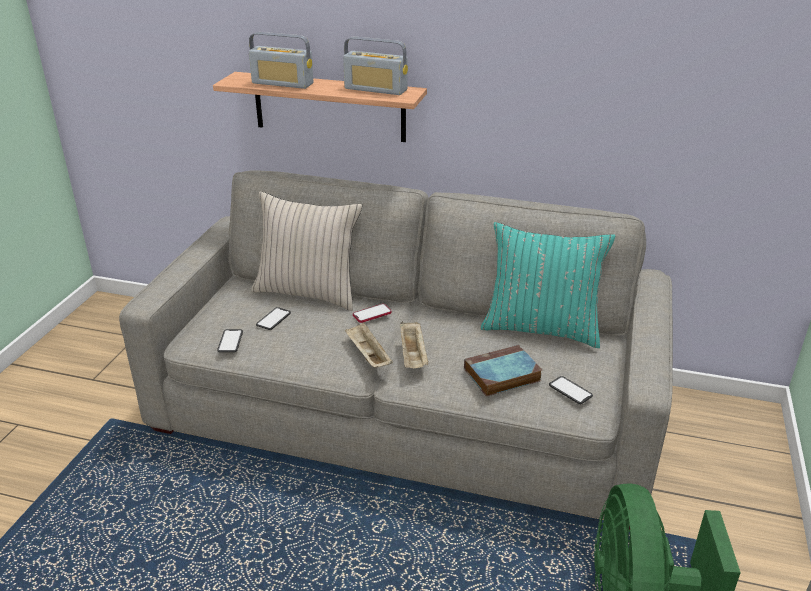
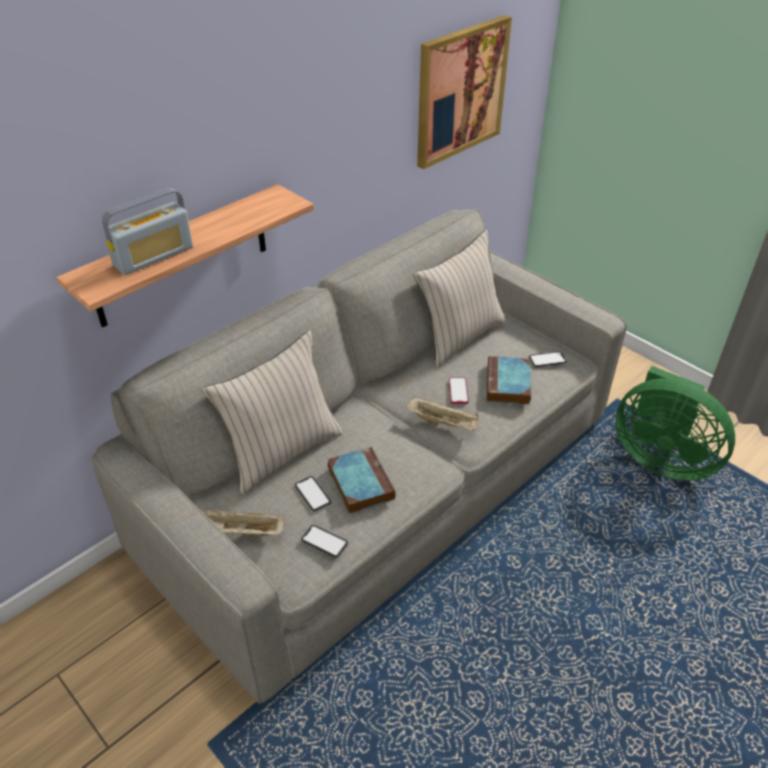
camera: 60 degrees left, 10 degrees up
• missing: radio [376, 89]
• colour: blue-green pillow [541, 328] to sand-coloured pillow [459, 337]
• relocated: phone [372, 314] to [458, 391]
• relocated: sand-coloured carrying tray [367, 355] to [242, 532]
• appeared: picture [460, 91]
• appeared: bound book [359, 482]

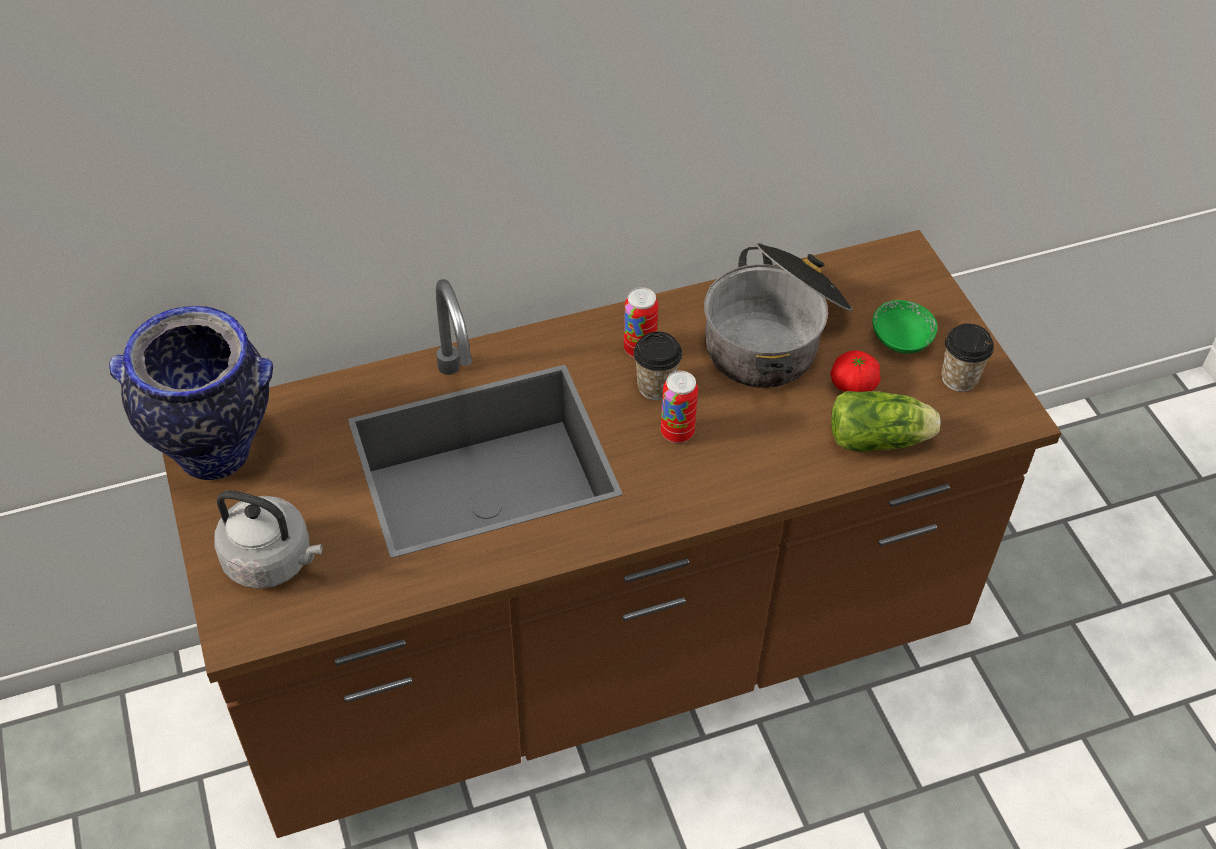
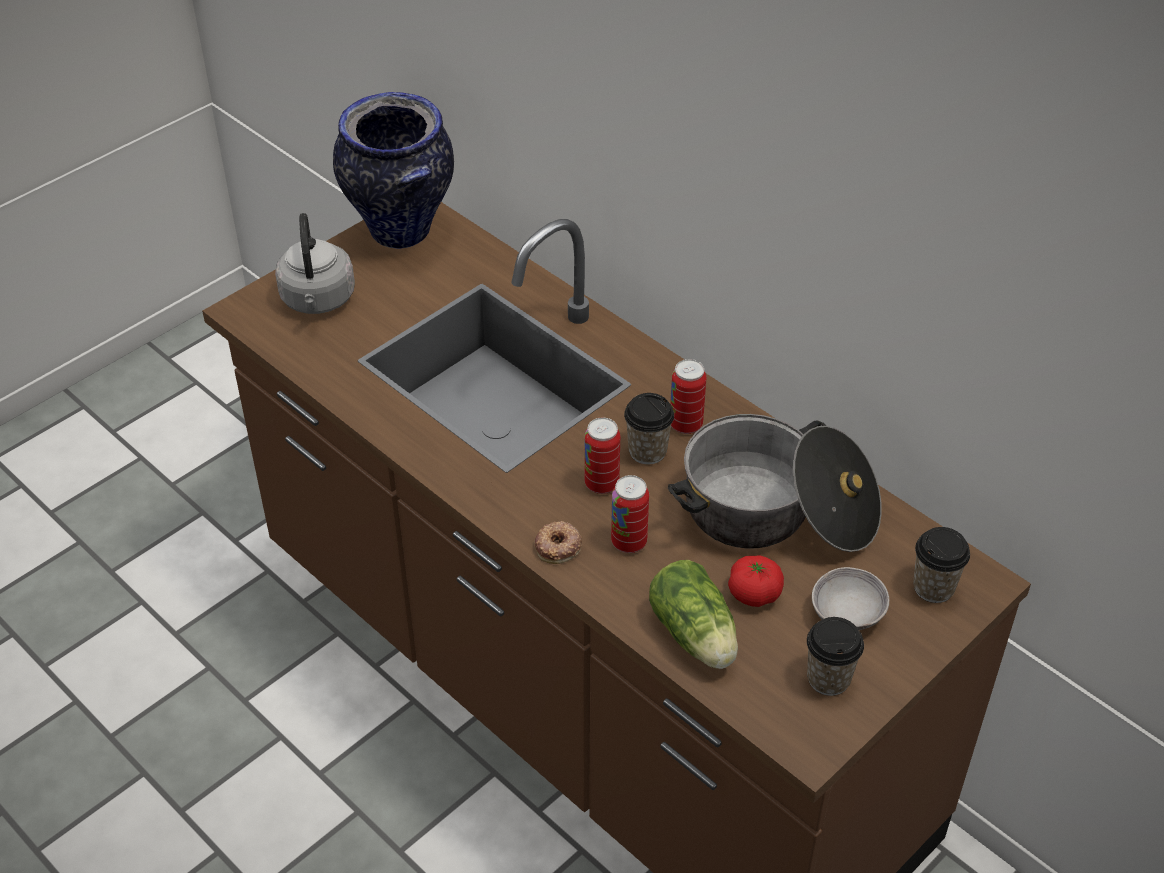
camera: 65 degrees right, 5 degrees down
• colour: green deep dish [901, 340] to greyish deep dish [847, 614]
• appeared: metal can [629, 542]
• appeared: doughnut [558, 546]
• appeared: small cup [933, 587]

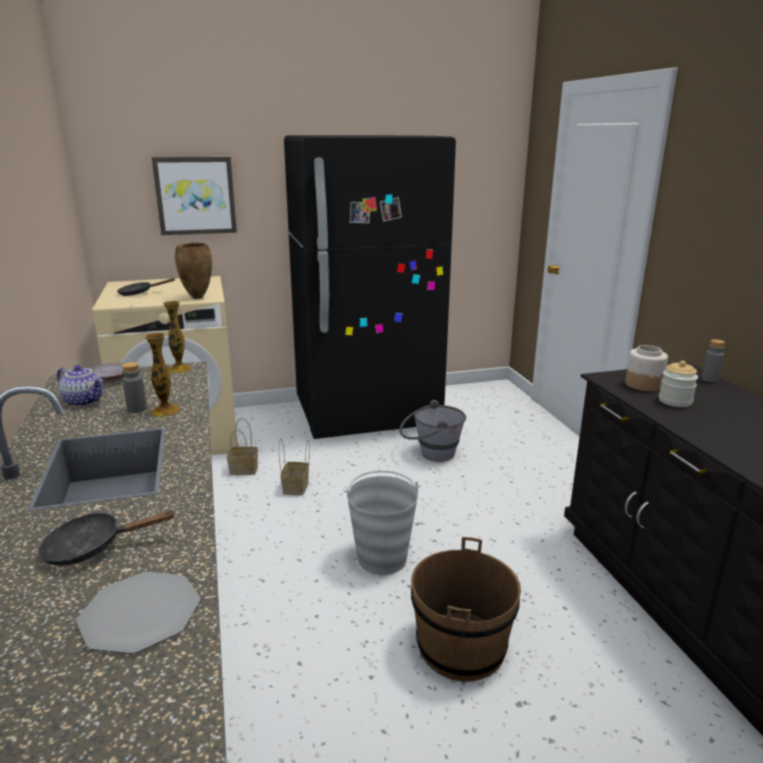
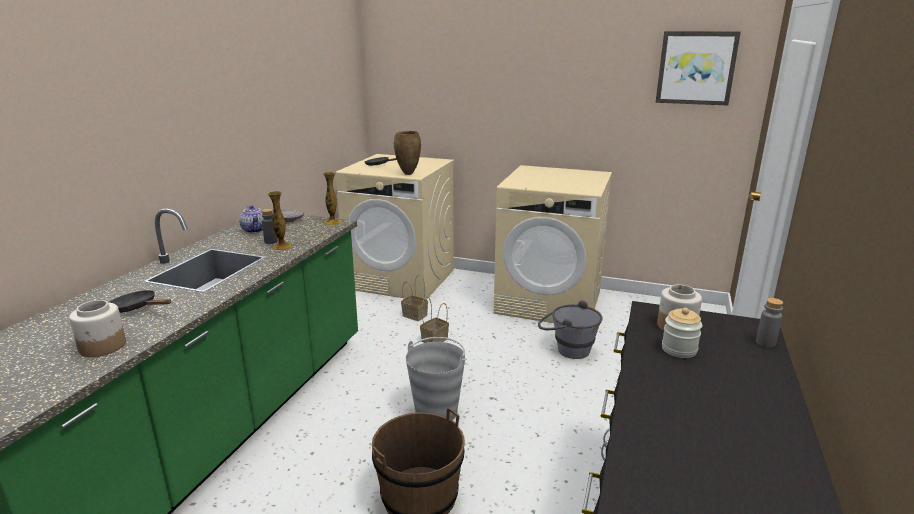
camera: 35 degrees right, 0 degrees up
• exchanged: black refrigerator [367, 415] to sand-coloured laundry appliance [549, 302]
• relocated: picture [195, 195] to [696, 68]
• exchanged: flat dish [140, 614] to storage jar [103, 346]

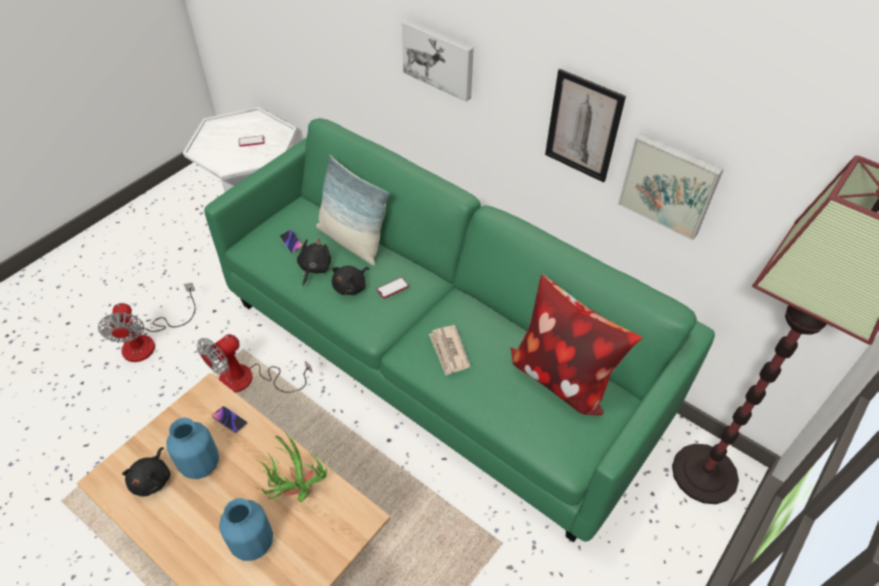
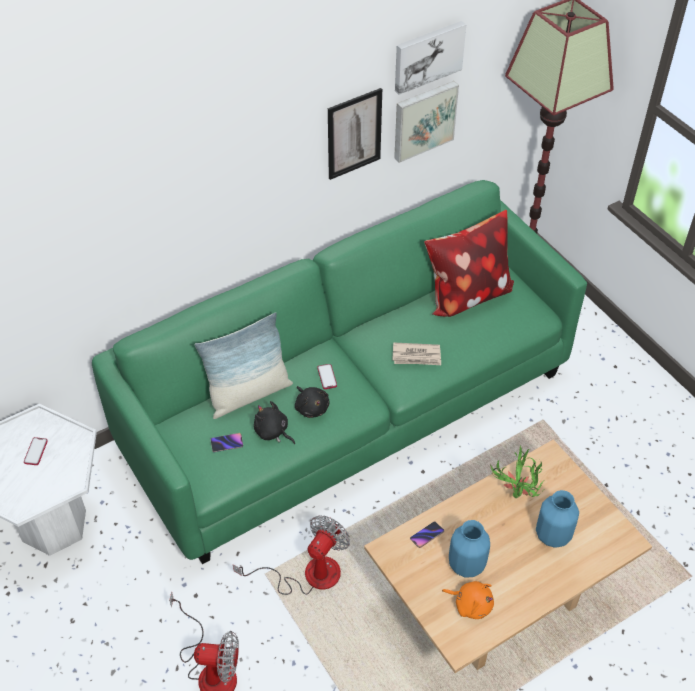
camera: 70 degrees left, 0 degrees up
• relocated: picture [439, 59] to [428, 56]
• spun: cooling fan [249, 380] = [308, 575] 120 degrees counterclockwise
• colour: black soft toy [152, 479] to orangey soft toy [471, 604]

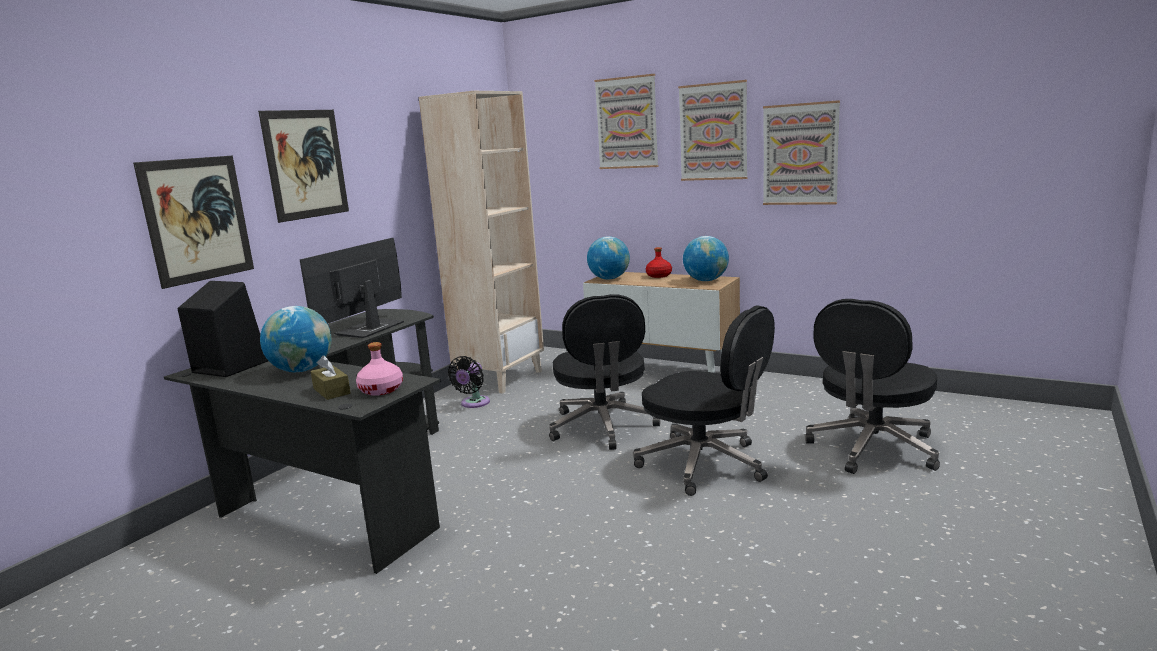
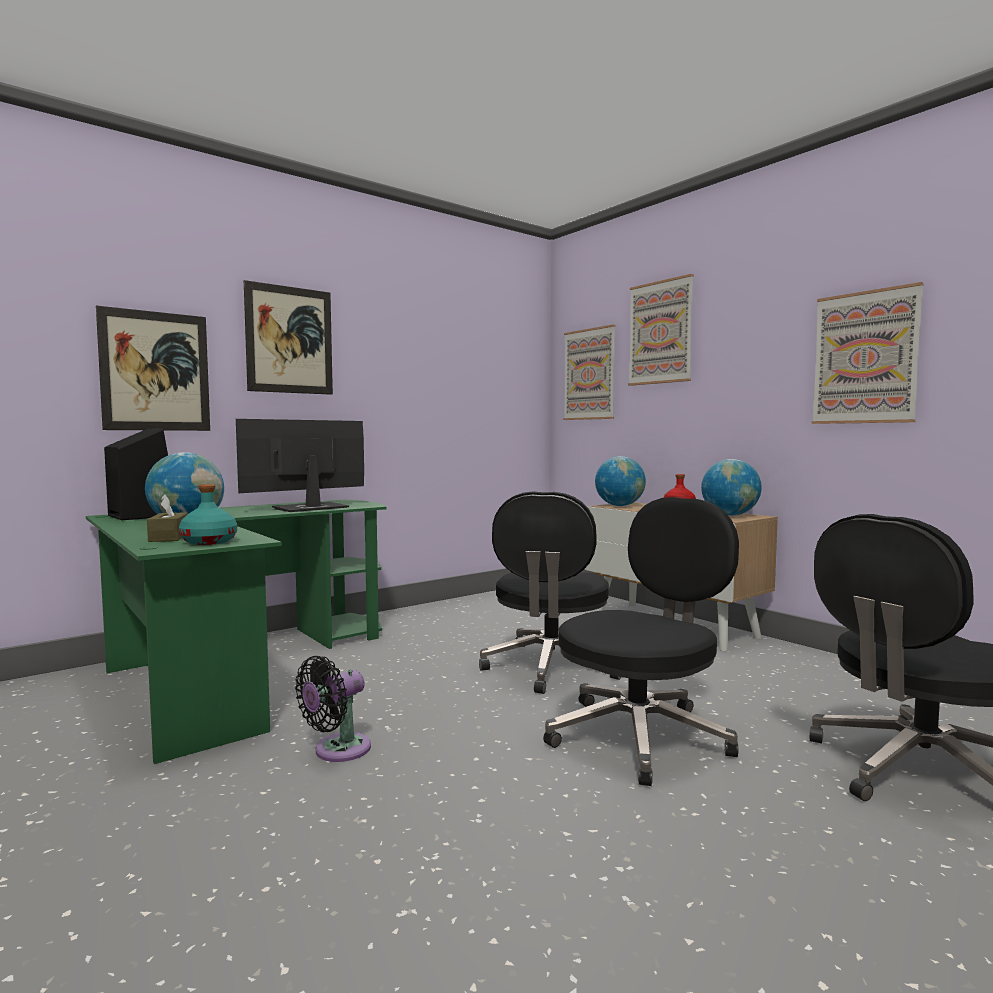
camera: 20 degrees right, 10 degrees down
• relocated: picture [713, 132] to [589, 374]
• missing: sand-coloured bookshelf [500, 378]
• spun: black desk chair [705, 464] = [641, 736] 105 degrees counterclockwise
• colour: black desk unit [344, 485] to green desk unit [237, 668]
• colour: pink-coloured bottle [381, 390] to blue-green bottle [209, 542]
• relocated: black cooling fan [473, 403] to [337, 750]

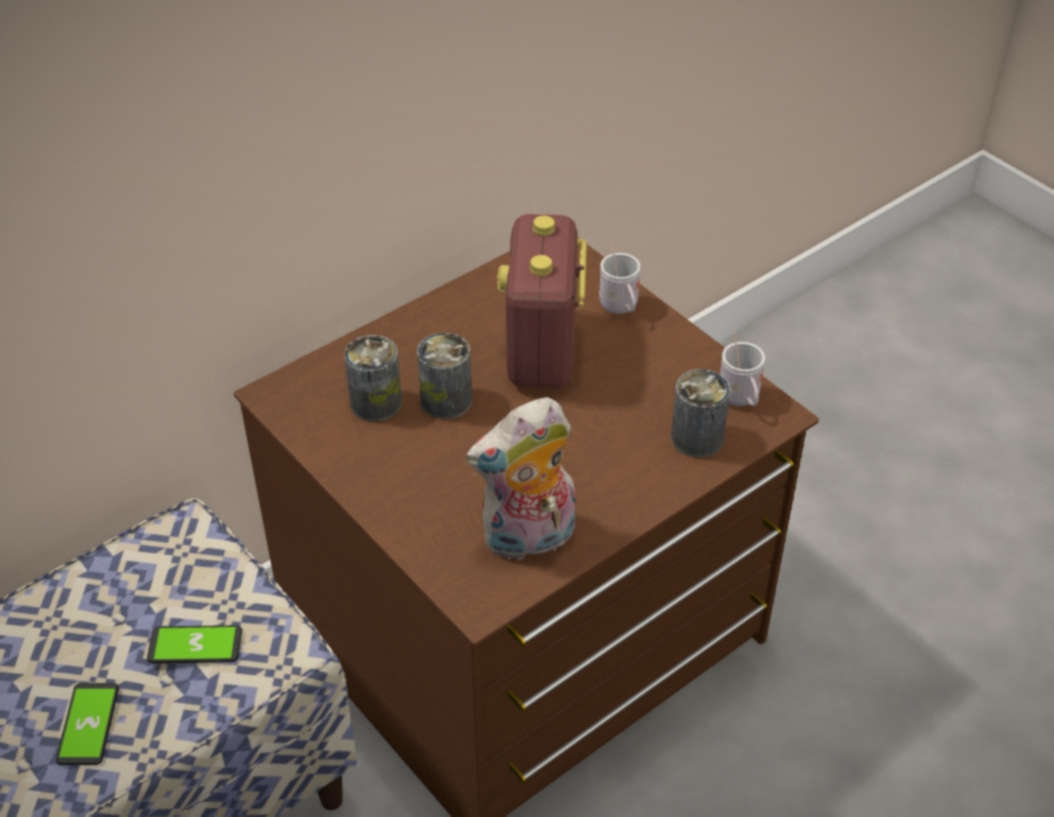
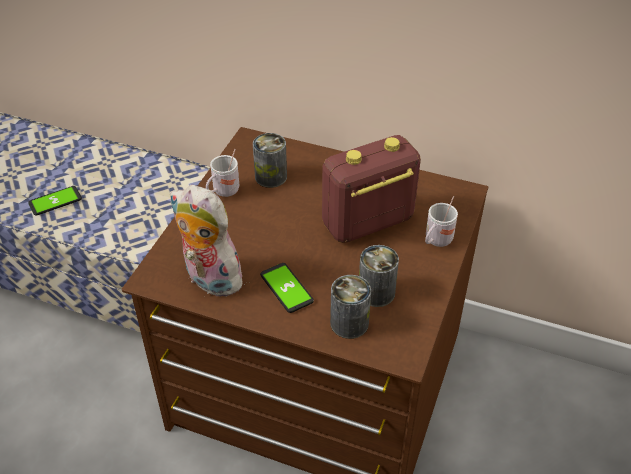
camera: 60 degrees right, 0 degrees up
• relocated: white-coloured coffee mug [740, 400] to [223, 192]
• relocated: metal can [446, 400] to [376, 292]
• relocated: phone [195, 646] to [286, 288]

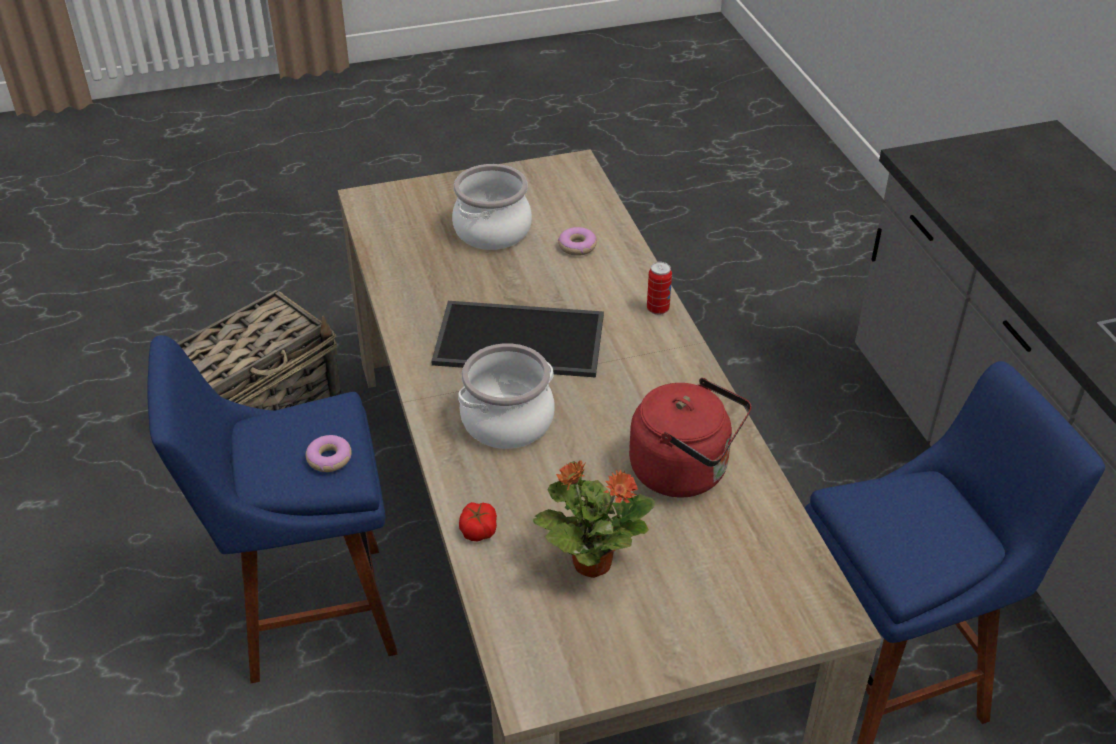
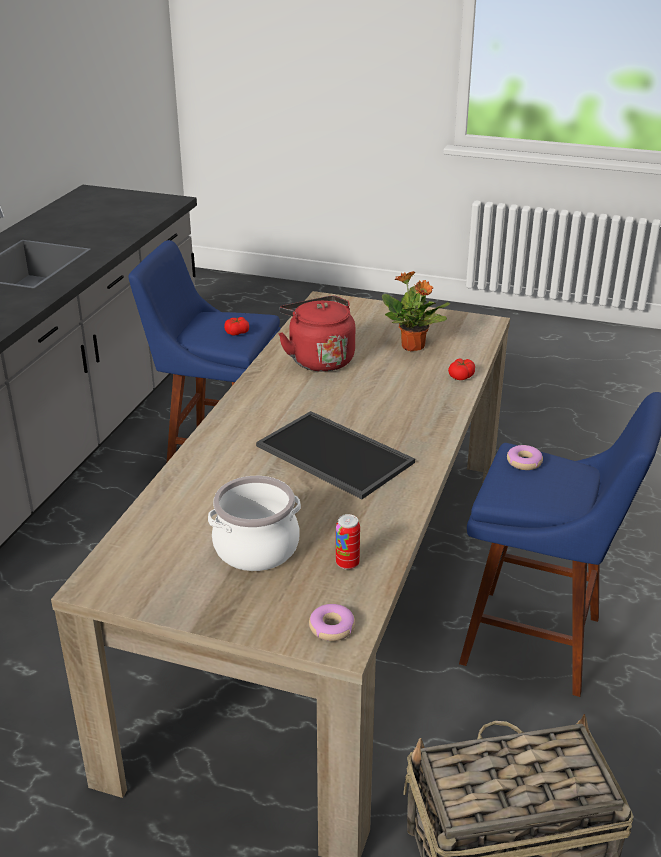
camera: 145 degrees left, 10 degrees down
• relocated: doughnut [577, 246] to [332, 628]
• relocated: metal can [658, 309] to [347, 563]
• missing: stockpot [507, 420]
• appeared: fresh tomato [237, 332]

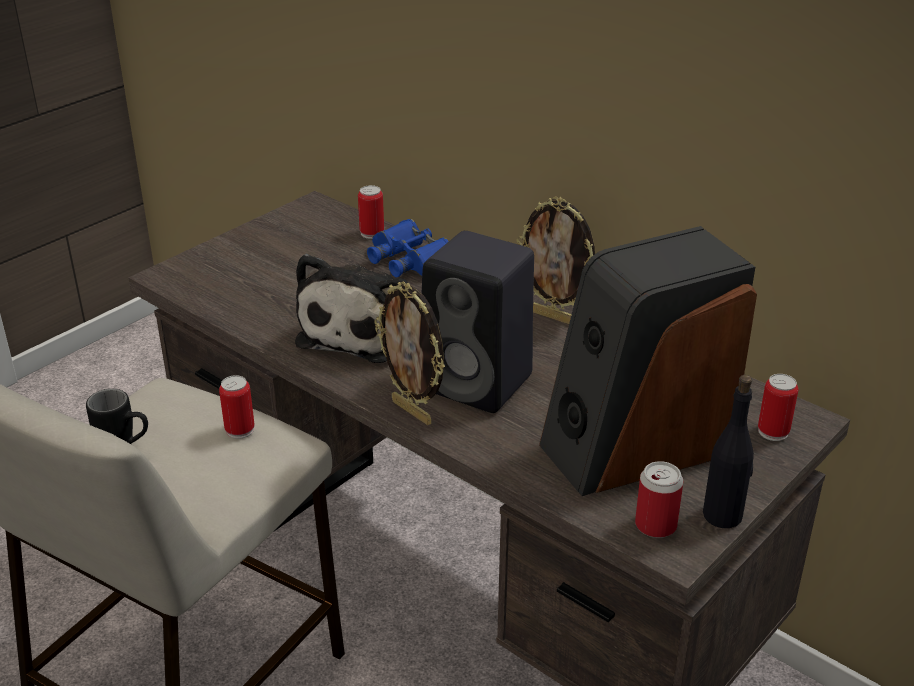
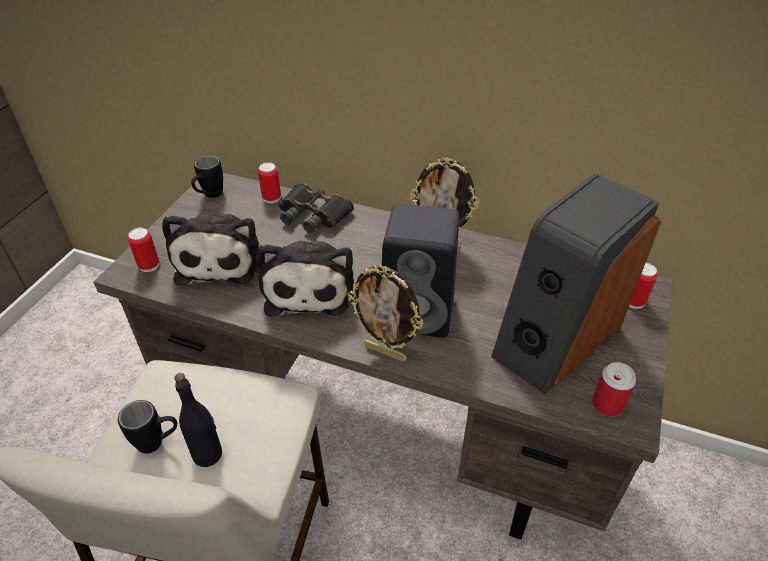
camera: 20 degrees left, 10 degrees up
• colour: bluish field glasses [412, 259] to black field glasses [313, 214]
• relocated: metal can [240, 430] to [149, 265]
• relocated: black bottle [723, 515] to [208, 454]
• appeared: black coffee mug [209, 196]
• appeared: soft toy [220, 259]

